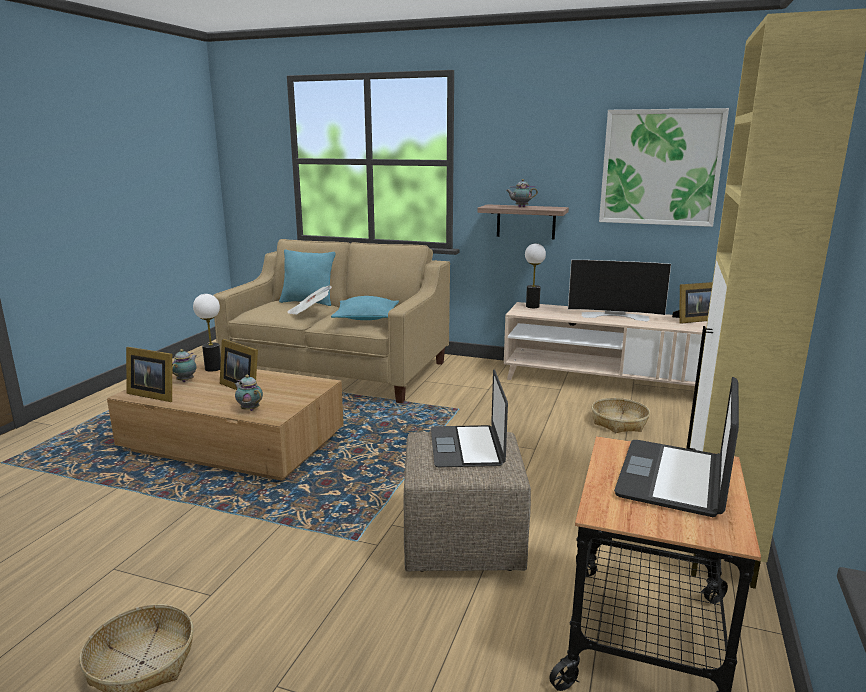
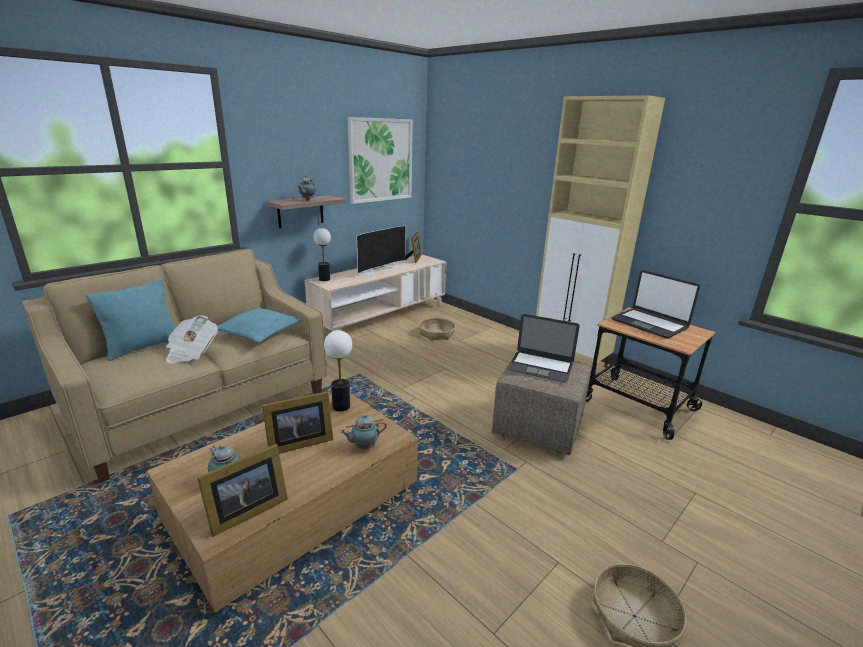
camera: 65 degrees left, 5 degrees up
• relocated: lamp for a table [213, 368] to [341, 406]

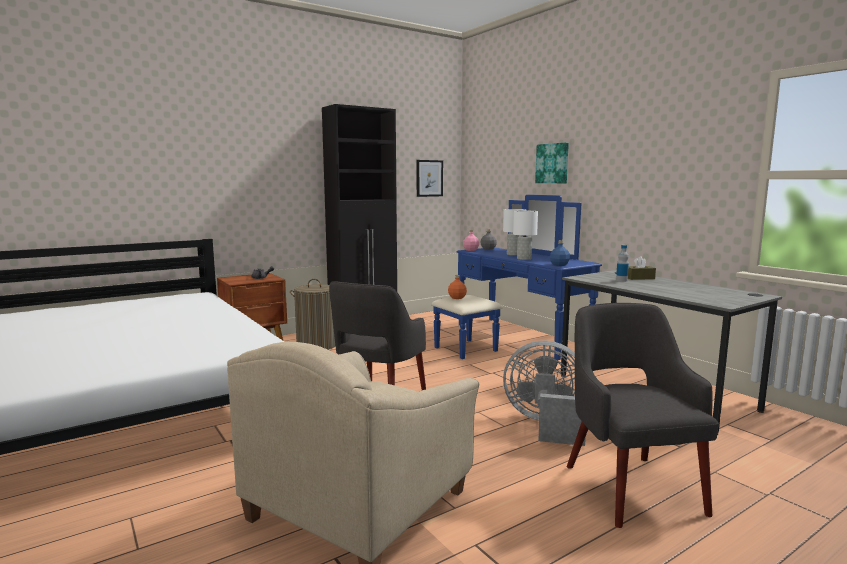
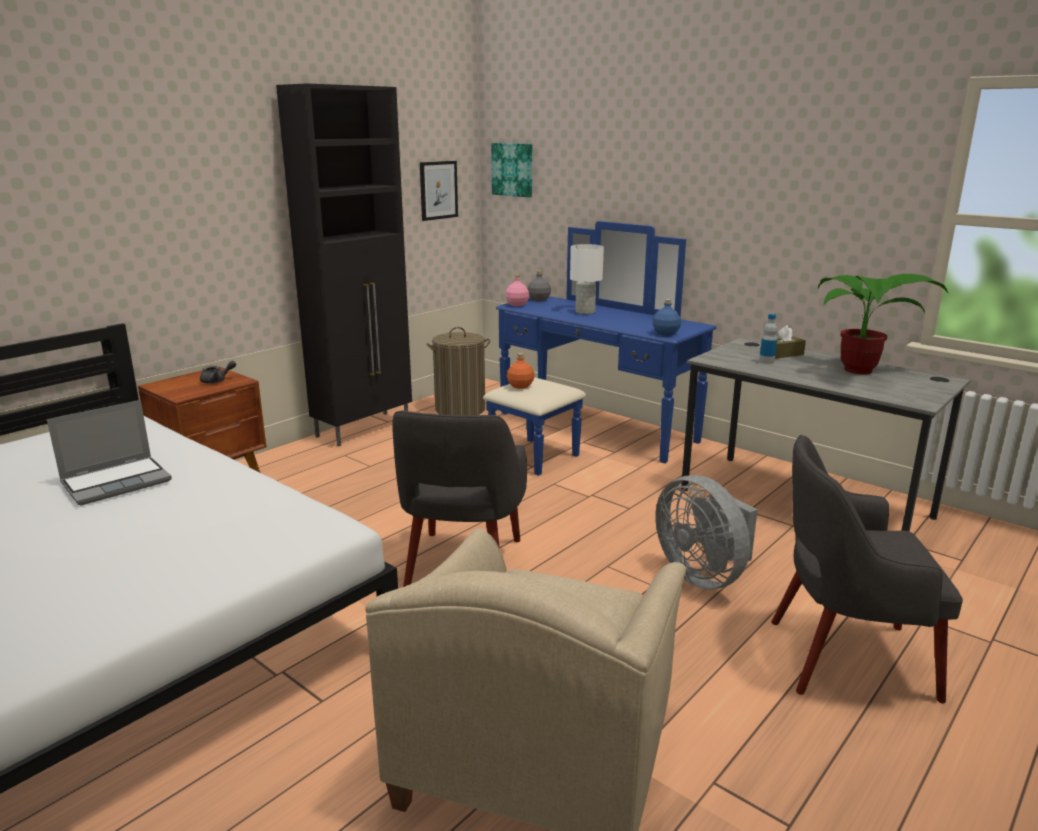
camera: 15 degrees left, 10 degrees up
• relocated: picture [552, 163] to [513, 169]
• missing: white-coloured lamp for a table [524, 259]
• relocated: hamper [317, 345] to [460, 409]
• spun: greyish armchair [631, 487] = [847, 658] 60 degrees counterclockwise
• spun: greyish cooling fan [546, 425] = [703, 575] 120 degrees counterclockwise
• appeared: houseplant [860, 372]
• appeared: portable computer [117, 481]

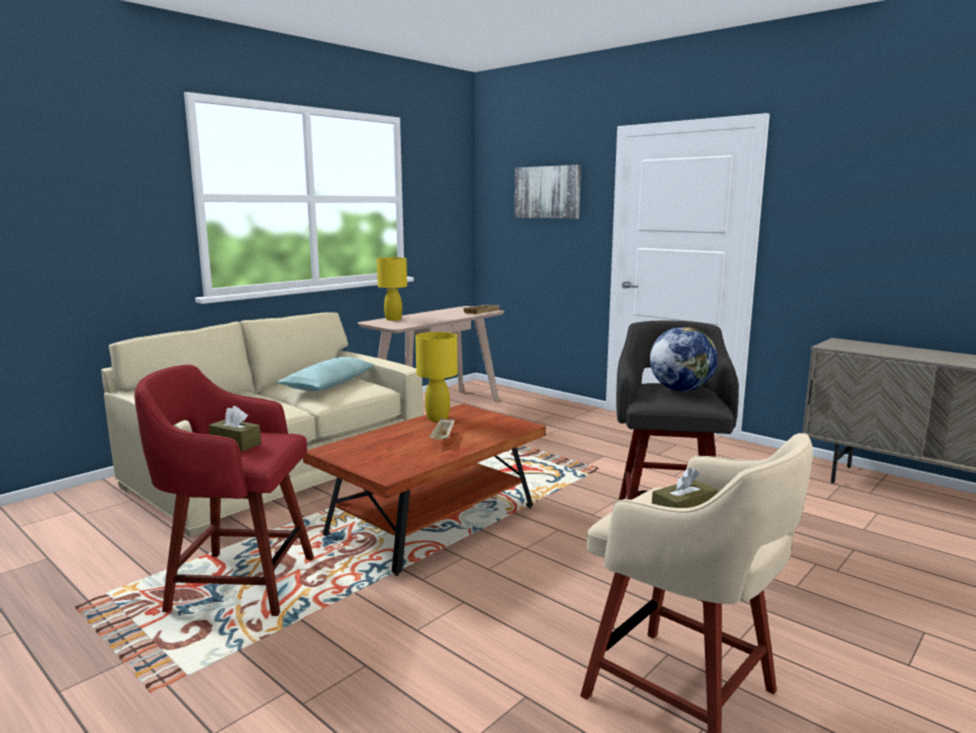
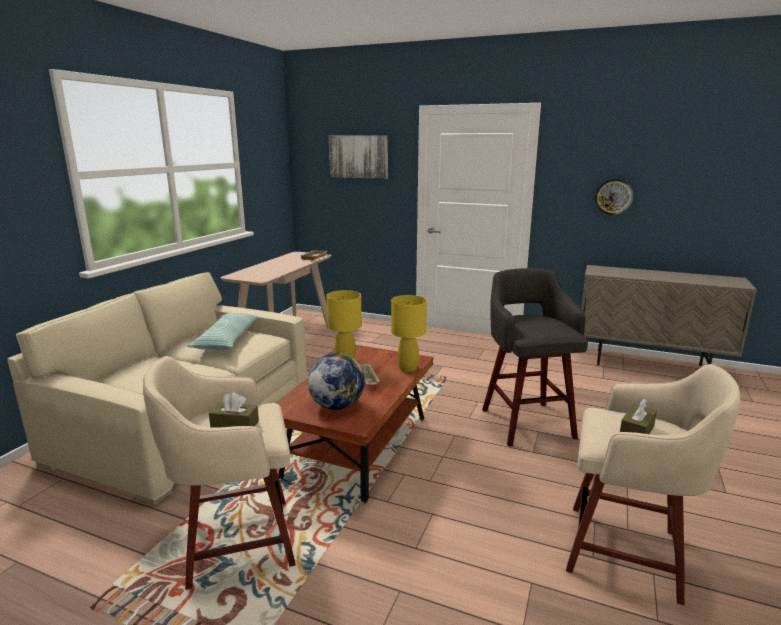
camera: 20 degrees left, 5 degrees up
• relocated: yellow-coloured lamp for a table [393, 319] to [408, 368]
• relocated: world globe [680, 390] to [337, 406]
• colour: reddish stool seat [238, 583] to sand-coloured stool seat [235, 542]
• appeared: wall clock [613, 196]

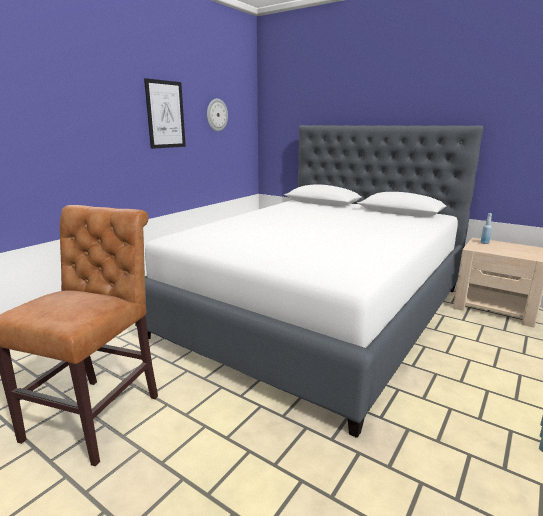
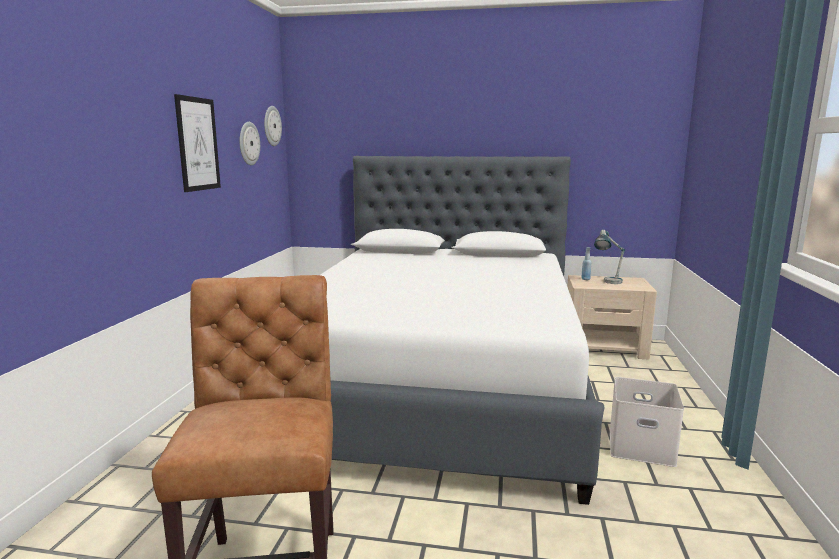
camera: 25 degrees left, 5 degrees down
• appeared: wall clock [271, 126]
• appeared: lamp for a table [607, 283]
• appeared: white-coloured storage container [642, 445]

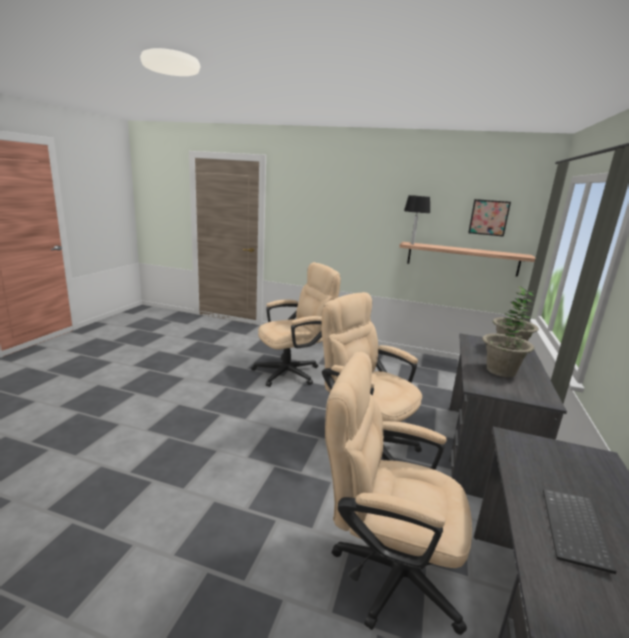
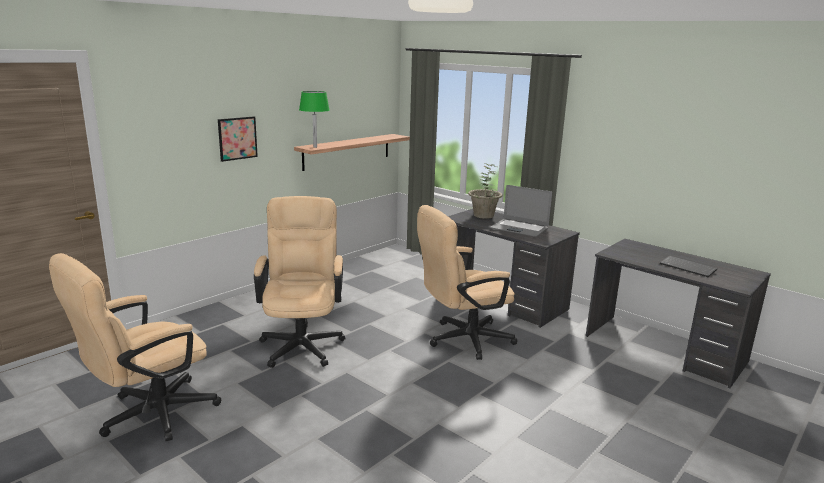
camera: 65 degrees left, 0 degrees up
• colour: black lamp for a table [412, 244] to green lamp for a table [315, 147]
• relocated: picture [488, 217] to [237, 138]
• exchanged: houseplant [501, 371] to portable computer [519, 229]
• relocated: sand-coloured desk chair [385, 569] to [148, 416]

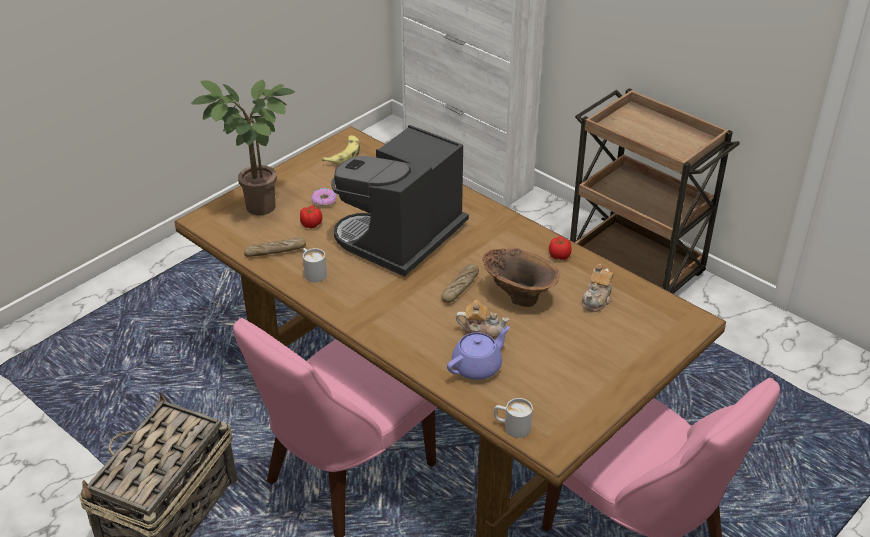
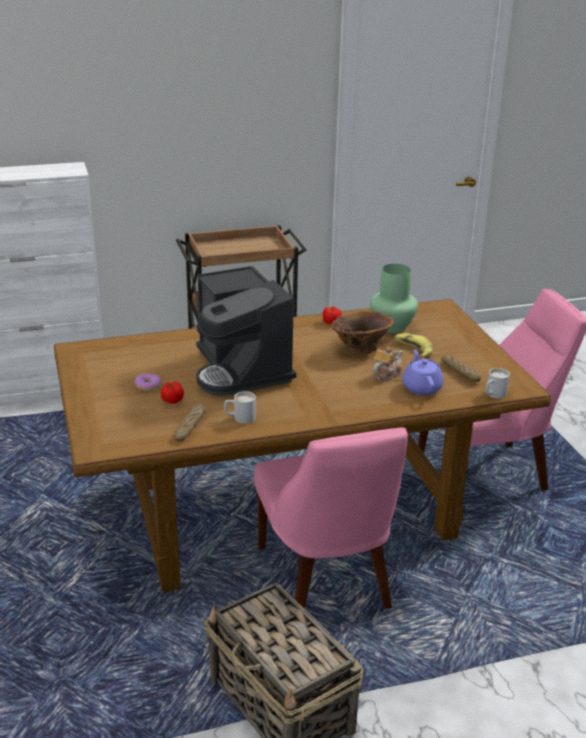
camera: 60 degrees left, 10 degrees down
• missing: houseplant [258, 209]
• relocated: banana [344, 154] to [413, 349]
• relocated: bakery bread [460, 287] to [460, 372]
• exchanged: tea pot [597, 300] to green flower vase [392, 326]

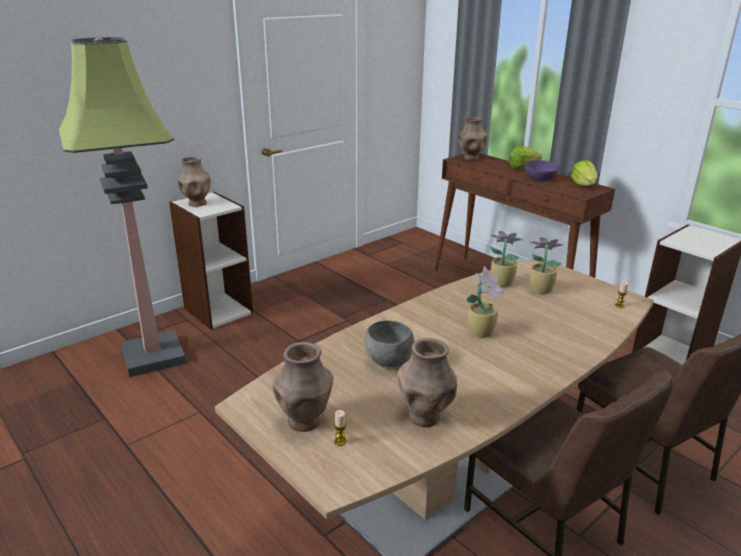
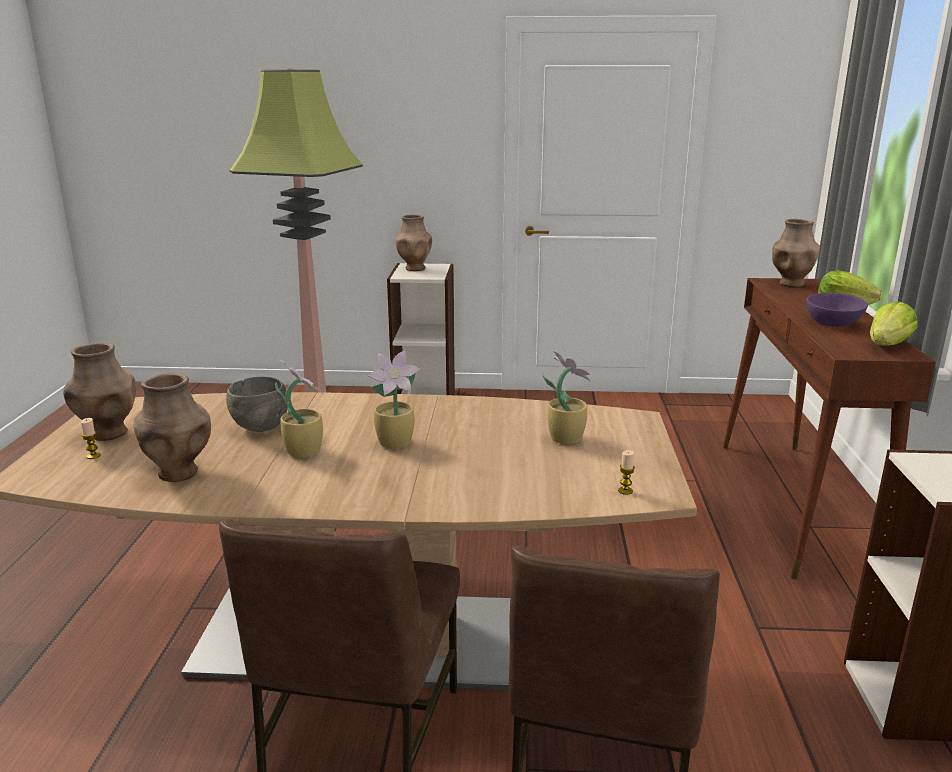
camera: 45 degrees right, 5 degrees down
• relocated: houseplant [501, 282] to [304, 451]

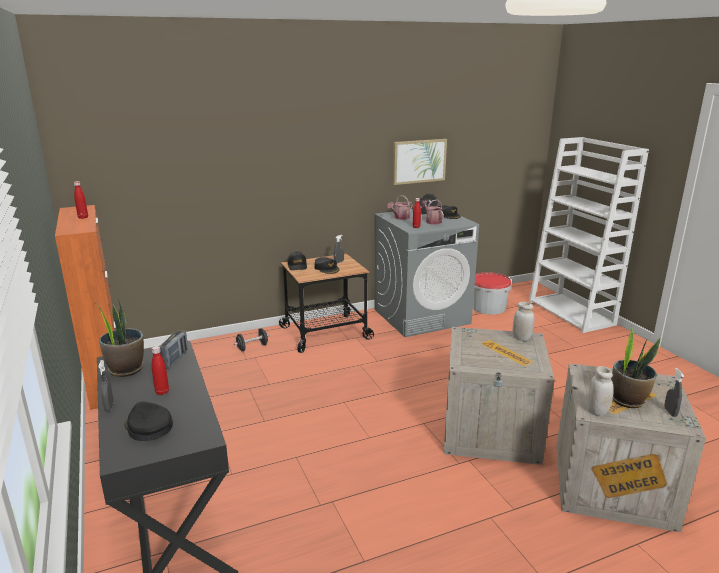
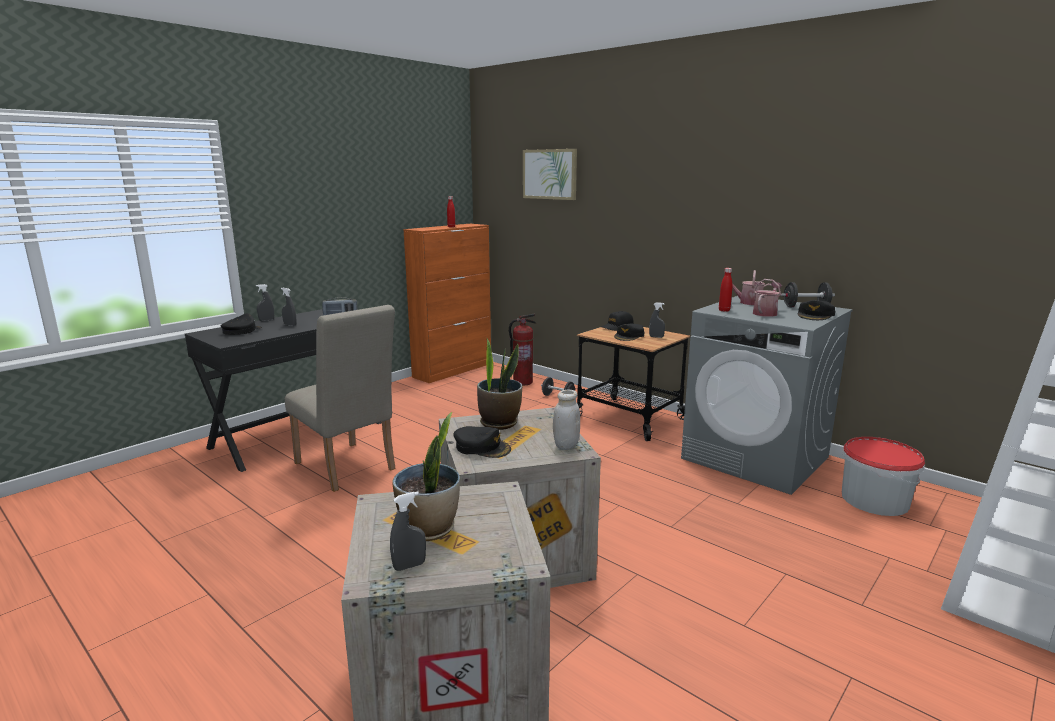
camera: 65 degrees right, 5 degrees down
• relocated: picture [419, 161] to [550, 174]
• relocated: houseplant [126, 369] to [499, 423]
• exchanged: reddish bottle [162, 392] to greyish sprayer [290, 325]
• missing: white-coloured storage jar [597, 411]
• appeared: sand-coloured chair [347, 469]
• appeared: extinguisher [523, 382]
• appeared: black peaked cap [482, 447]

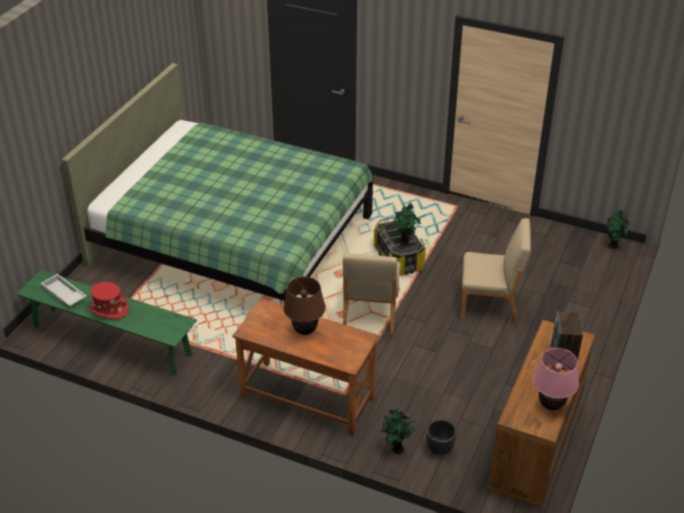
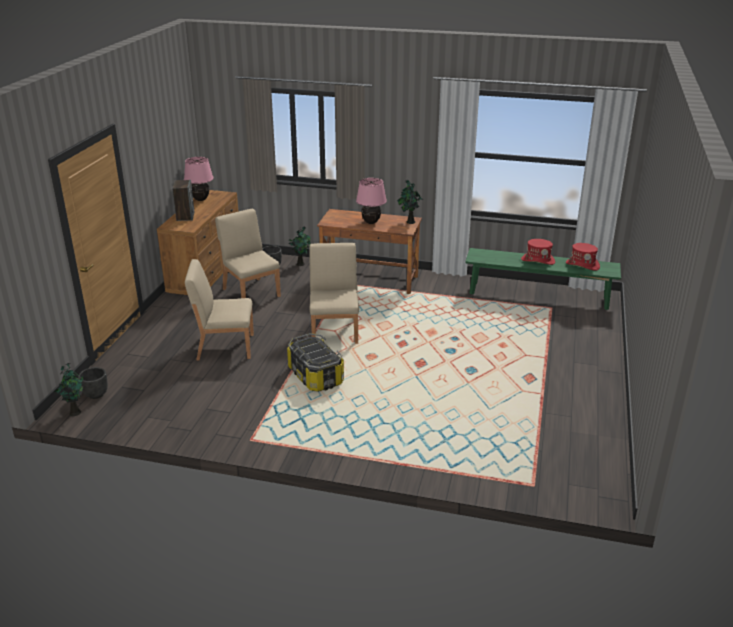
camera: 170 degrees right, 10 degrees down
• missing: green bed [233, 240]
• relocated: houseplant [405, 242] to [409, 222]
• exchanged: white-coloured carrying tray [63, 294] to reddish wearable hat [582, 265]
• colour: brownish lamp for a table [305, 331] to pink-coloured lamp for a table [371, 222]
• appeared: sand-coloured chair [251, 292]
• appeared: black plant pot [95, 394]

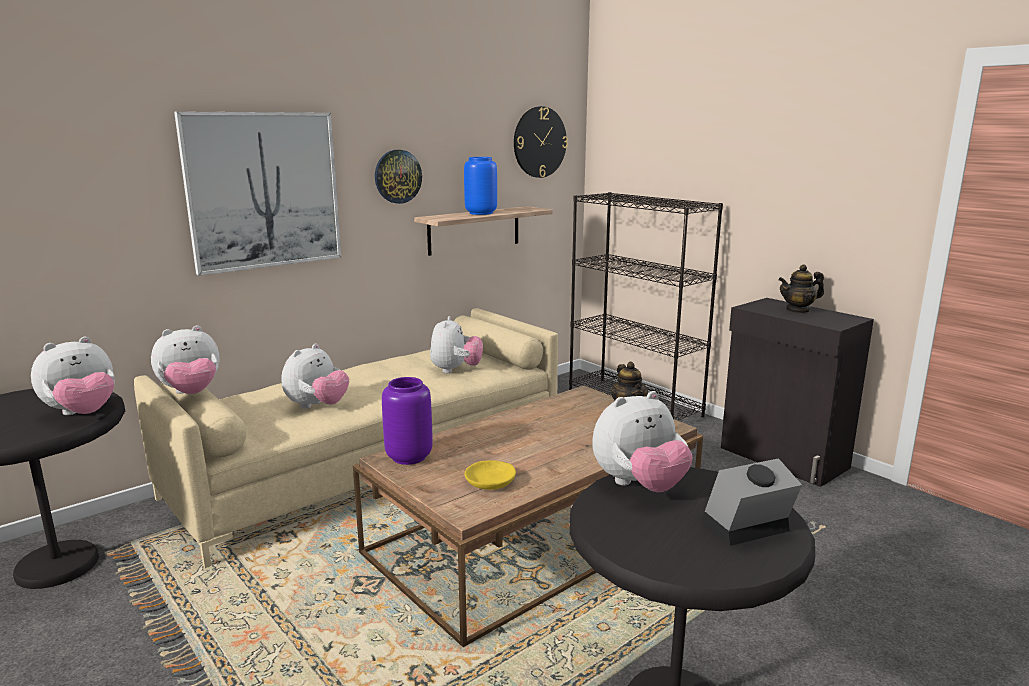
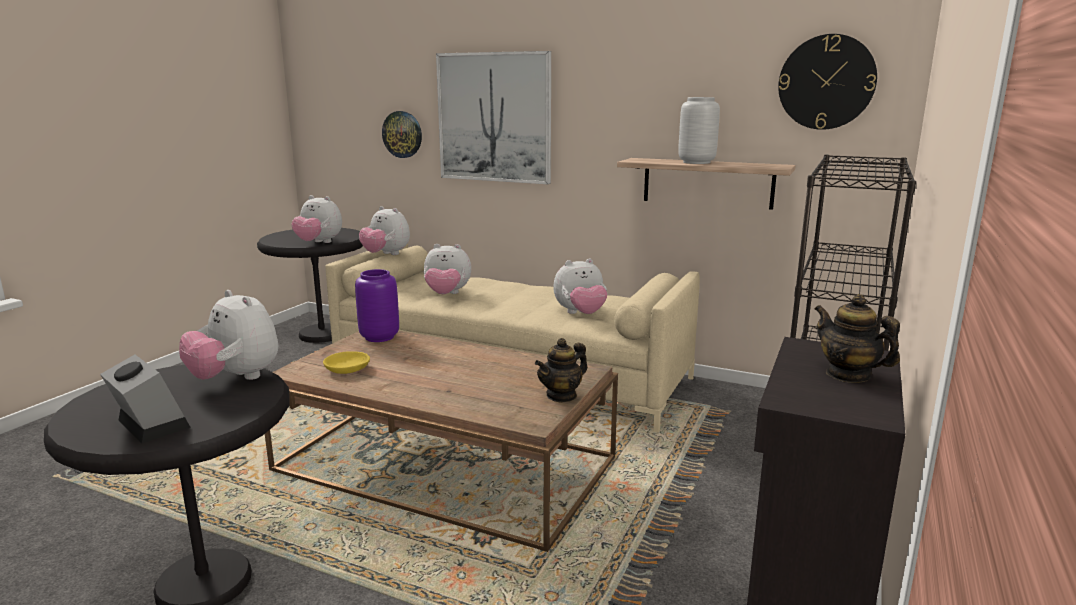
camera: 65 degrees right, 0 degrees up
• relocated: wall clock [397, 176] to [402, 134]
• colour: bluish flower vase [481, 213] to greyish flower vase [696, 162]

